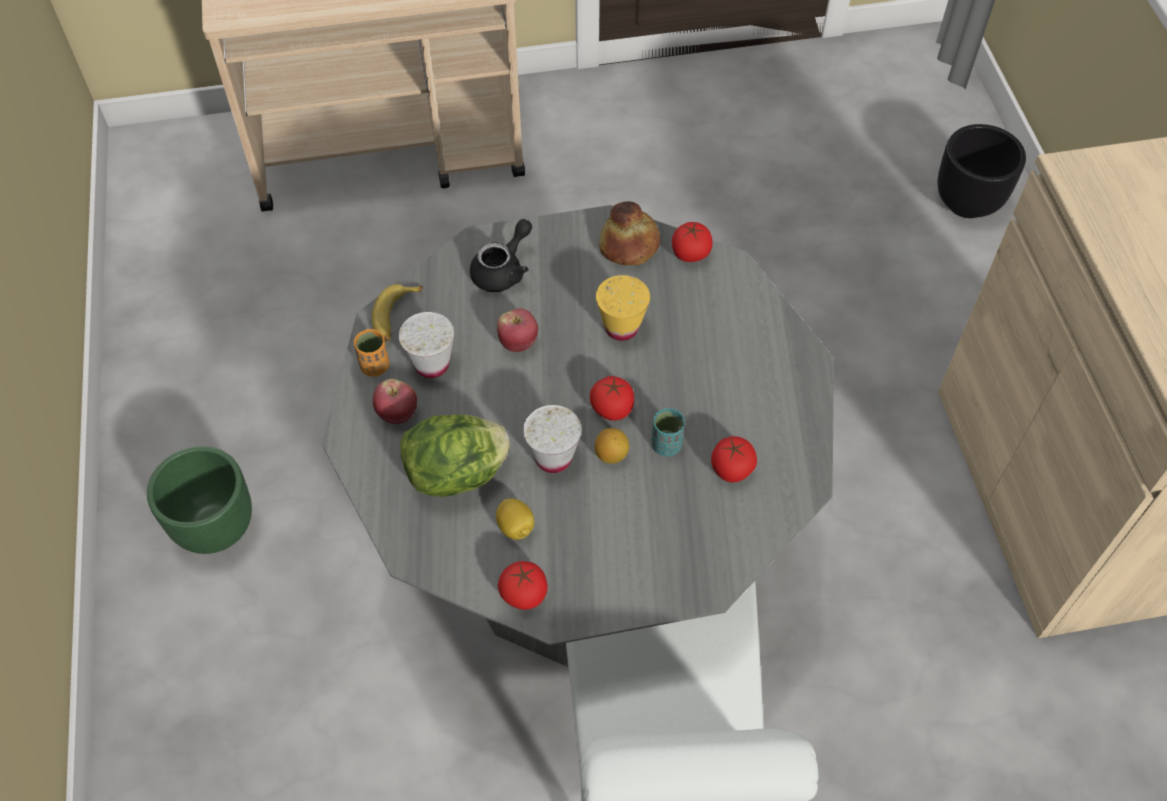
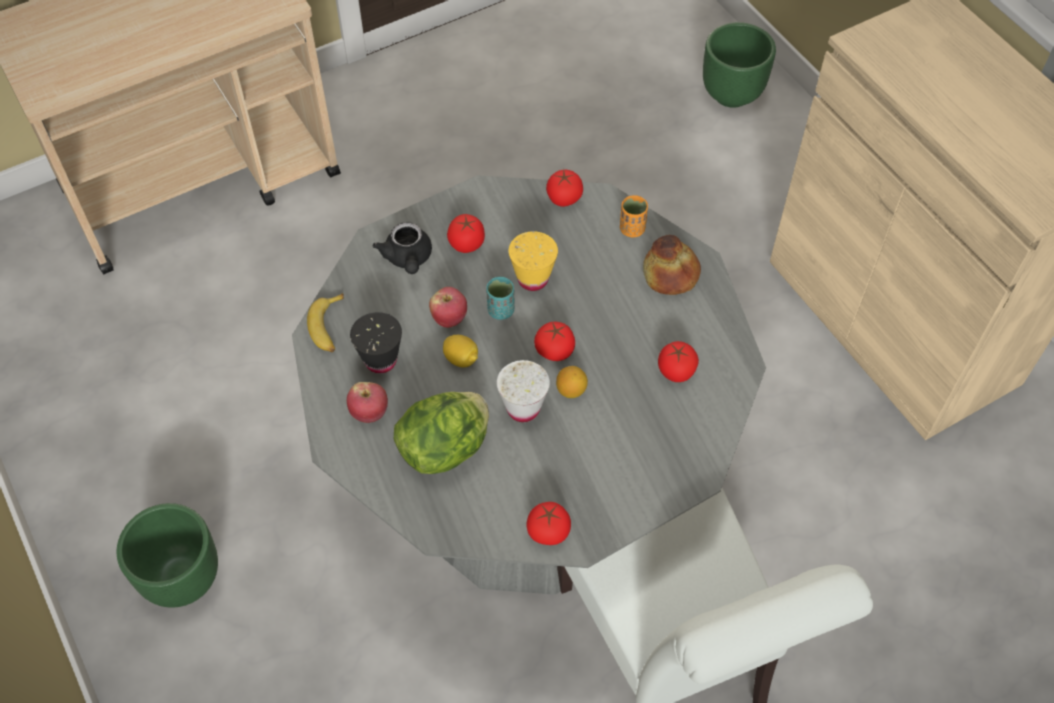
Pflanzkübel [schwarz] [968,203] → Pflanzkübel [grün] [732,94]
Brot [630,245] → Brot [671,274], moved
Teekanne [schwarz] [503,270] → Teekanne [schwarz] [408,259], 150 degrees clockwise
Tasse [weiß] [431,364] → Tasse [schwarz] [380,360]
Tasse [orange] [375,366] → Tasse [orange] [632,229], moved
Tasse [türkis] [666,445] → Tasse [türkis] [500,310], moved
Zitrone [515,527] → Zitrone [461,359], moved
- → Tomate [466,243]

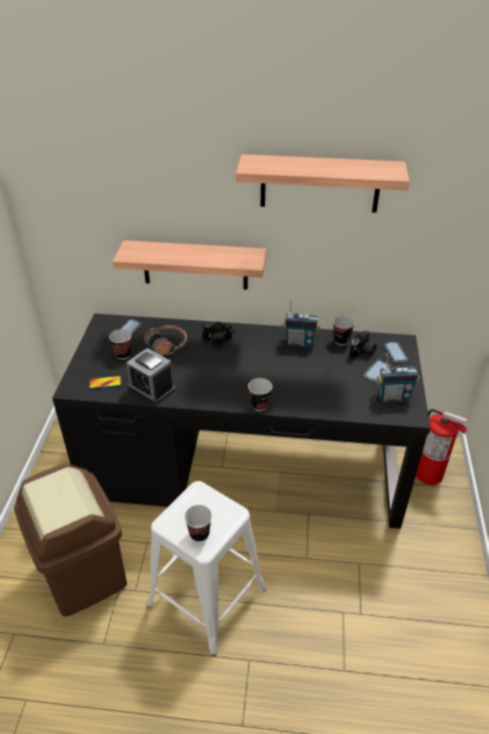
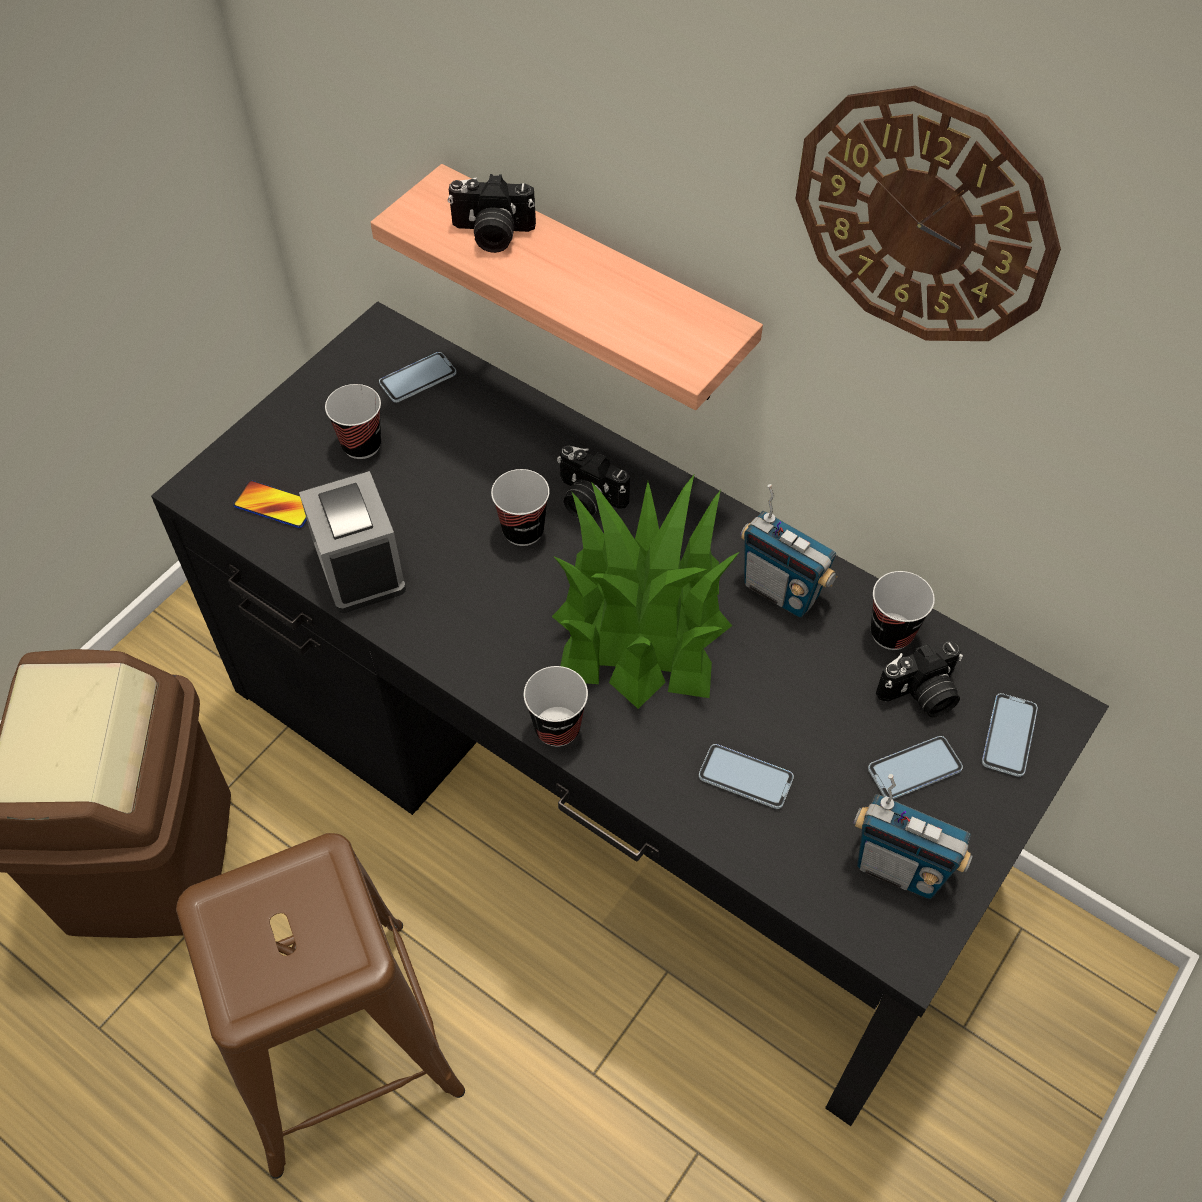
Wandregal [320,183] → Wanduhr [924,218]
Kopfhörer [167,345] → -
Feuerlöscher [429,474] → -
Hocker [weiß] [207,596] → Hocker [braun] [339,1042]
Tasse [199,534] → Tasse [523,530], moved
- → Kamera [492,234]
- → Topfpflanze [642,623]
- → Handy [745,777]

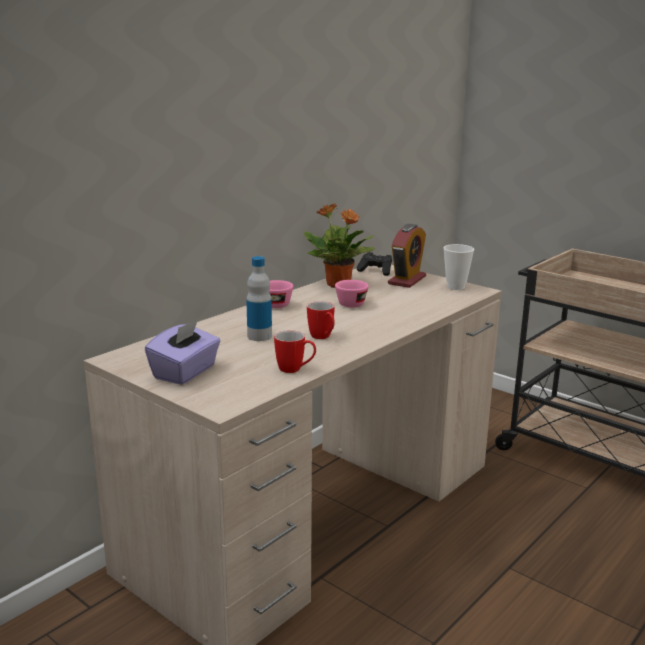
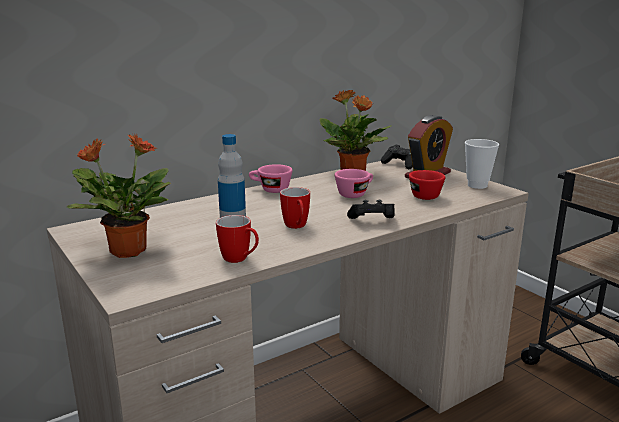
Taschentuchbox [lila] [185,372] → Topfpflanze [127,251]
- → Tasse [rot] [422,195]
- → Gamepad [schwarz] [372,221]

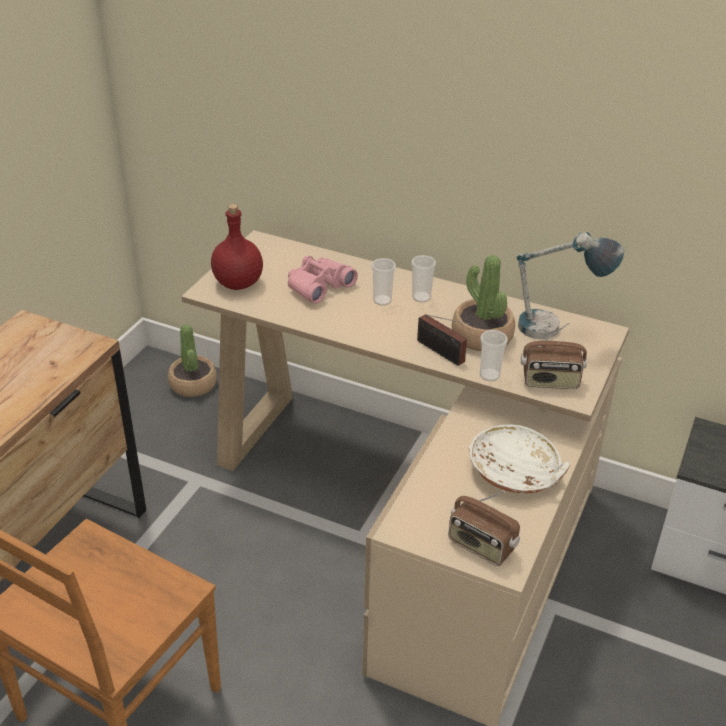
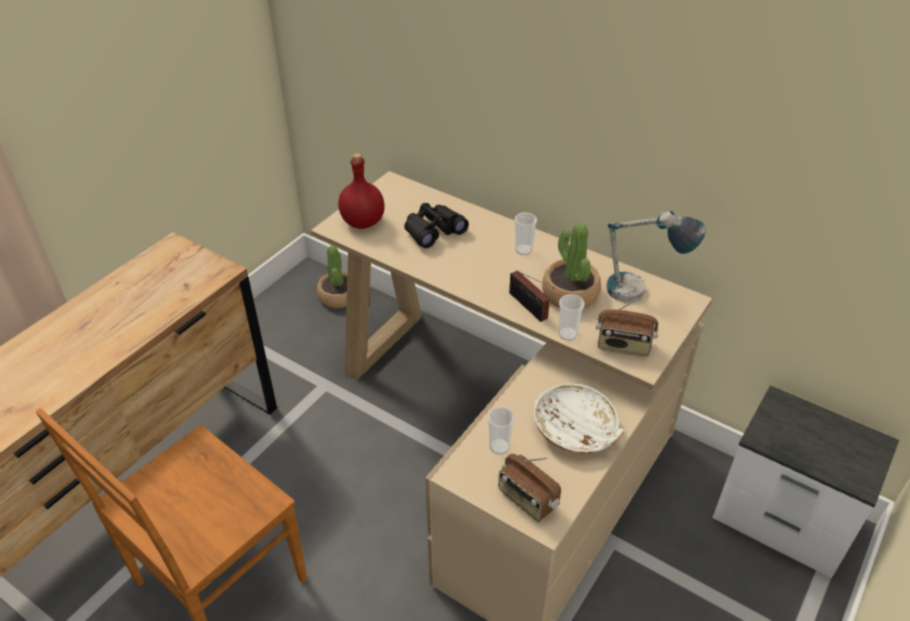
Fernglas [rosa] [319,286] → Fernglas [schwarz] [433,231]
Tasse [382,300] → Tasse [499,447], moved

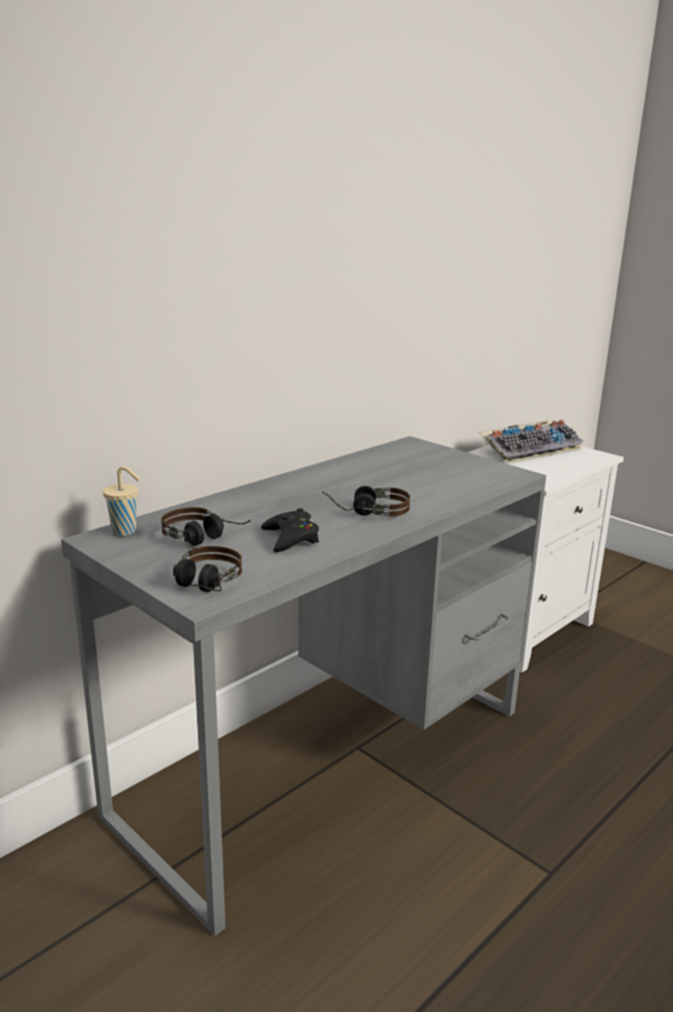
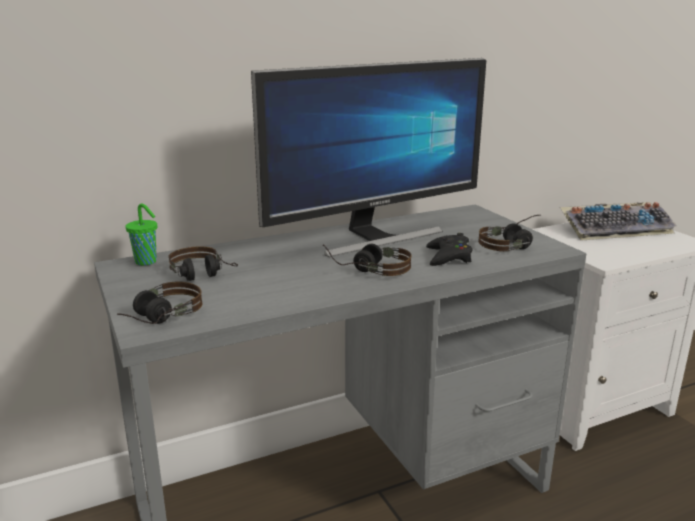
Tasse [beige] [125,532] → Tasse [grün] [147,262]
Gamepad [schwarz] [290,538] → Gamepad [schwarz] [448,256], moved
- → Monitor [374,236]
- → Kopfhörer [513,244]

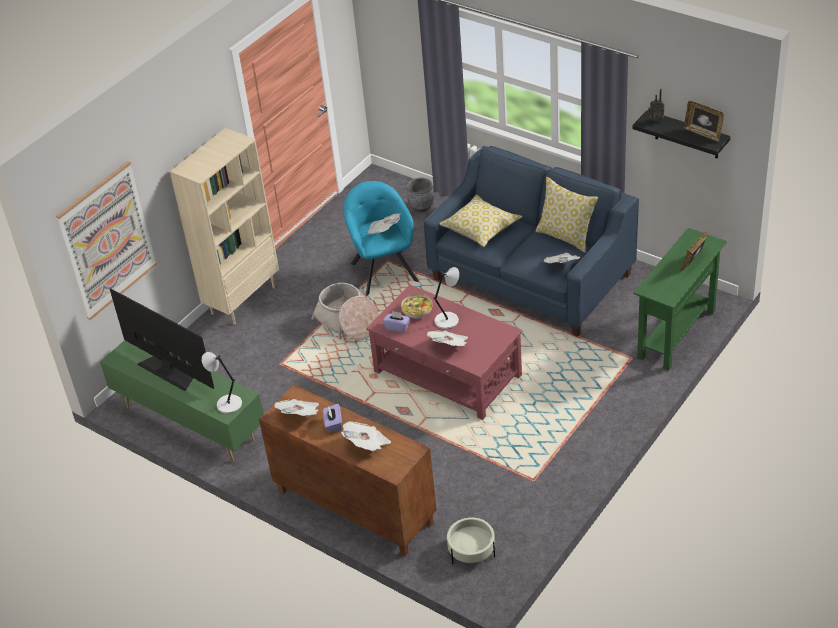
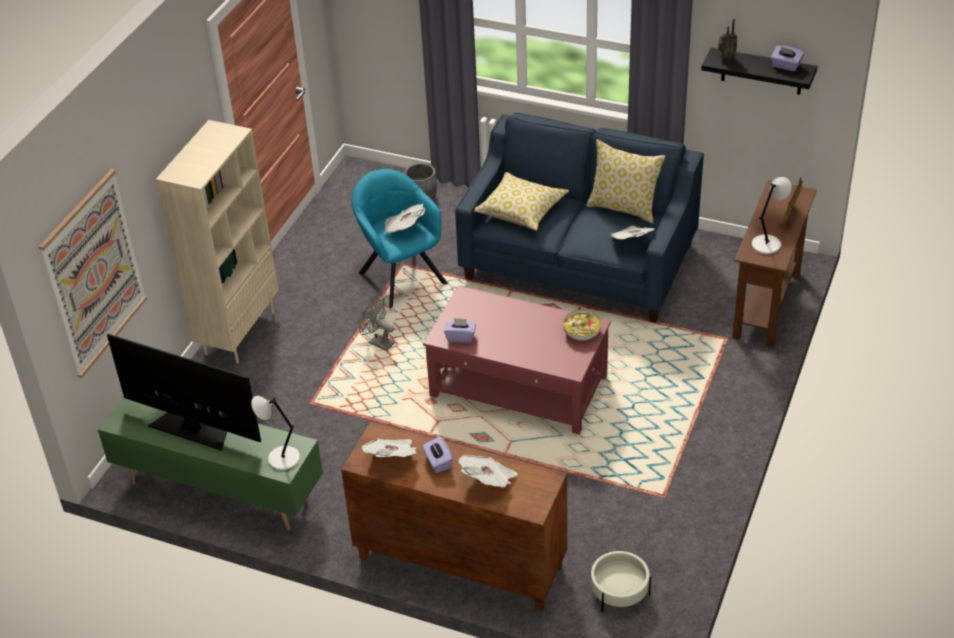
Bilderrahmen [703,133] → Taschentuchbox [lila] [786,66]
Konsolentisch [grün] [676,334] → Konsolentisch [braun] [767,305]
Tischlampe [grau] [448,320] → Tischlampe [grau] [767,244], moved
Korb [347,322] → Ventilator [grau] [378,342]
Schüssel [417,311] → Schüssel [582,332], moved
Zeitung [449,346] → -

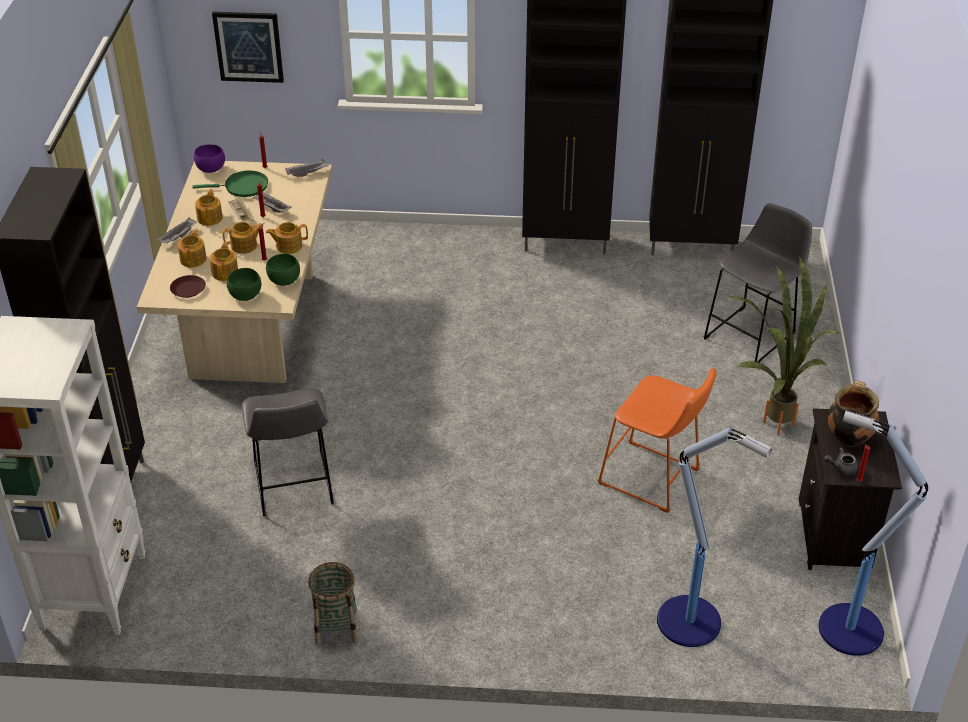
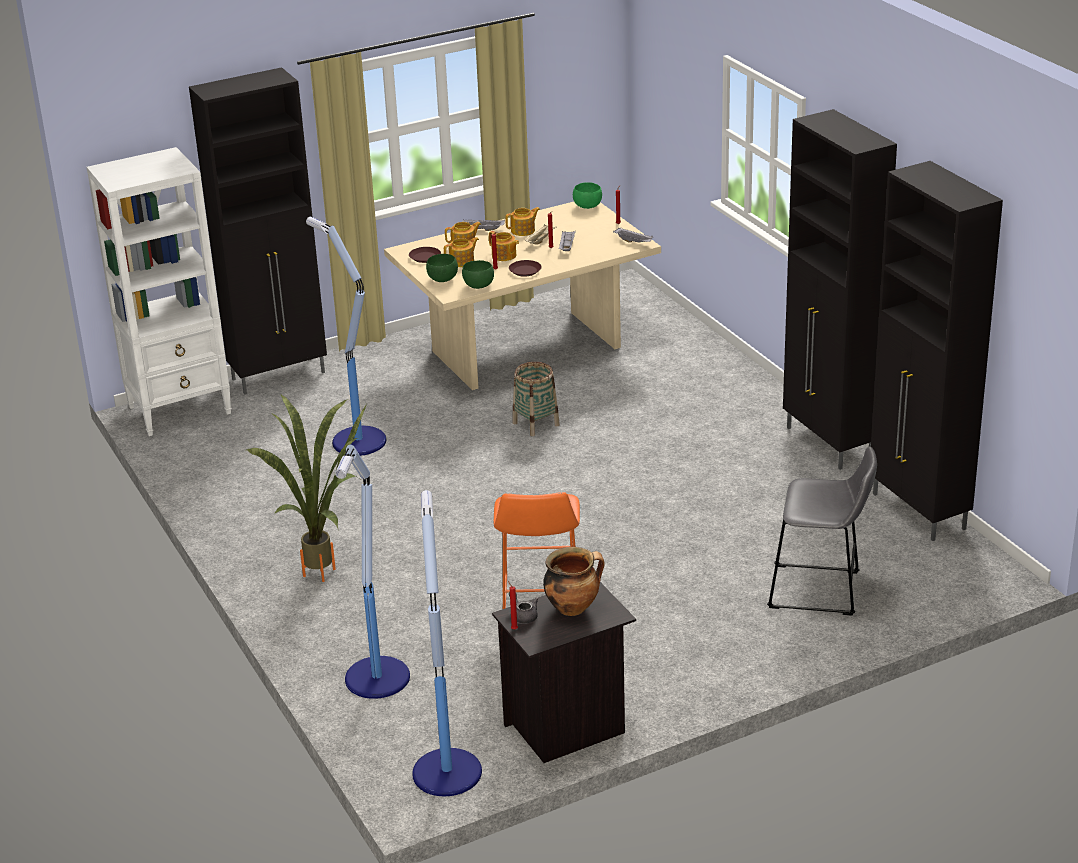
Bild [248,46] → -
Schüssel [lila] [210,169] → Schüssel [grün] [587,206]
Pfanne [grün] [243,187] → -
Teekanne [288,246] → Teller [braun] [525,271]
Topfpflanze [774,417] → Topfpflanze [326,568], moved
Hocker [grau] [293,487] → Stehlampe [357,440]
Korb [336,627] → Korb [536,424], moved

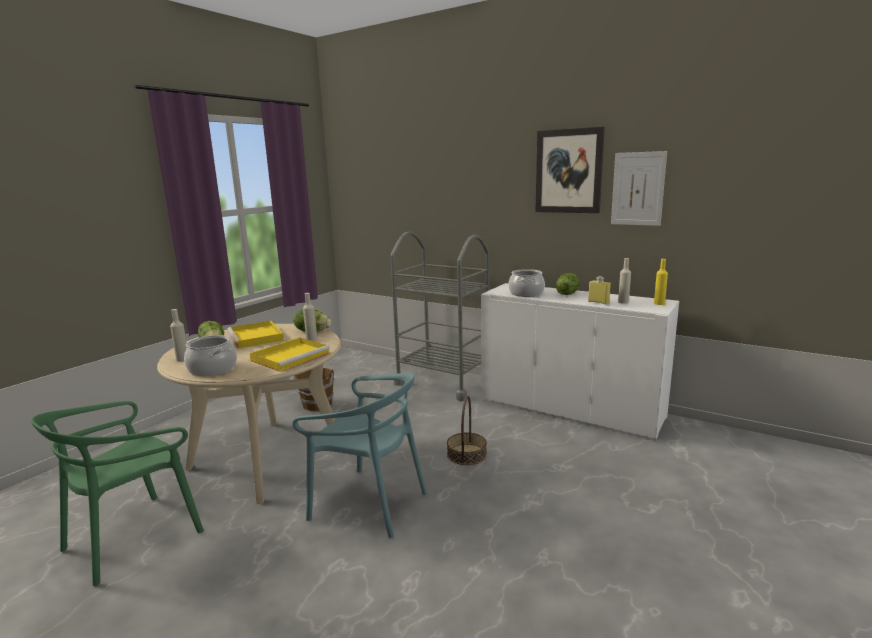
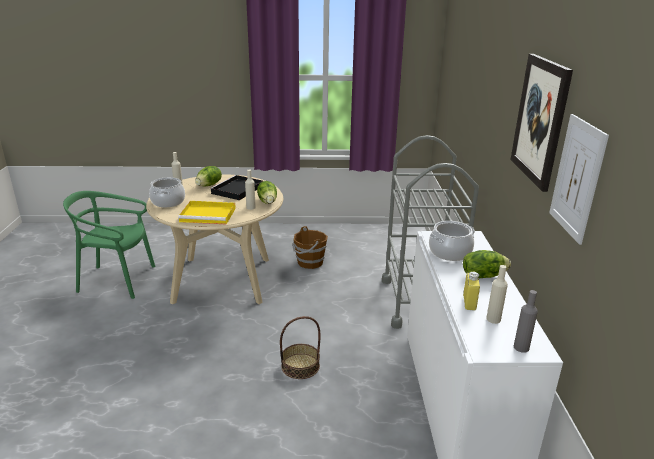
Flasche [gelb] [659,303] → Flasche [grau] [521,347]
Tablett [gelb] [256,337] → Tablett [schwarz] [237,190]
Stuhl [türkis] [369,503] → -

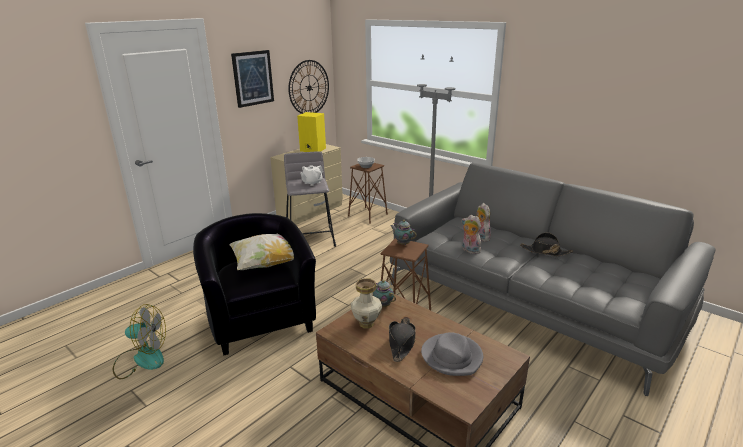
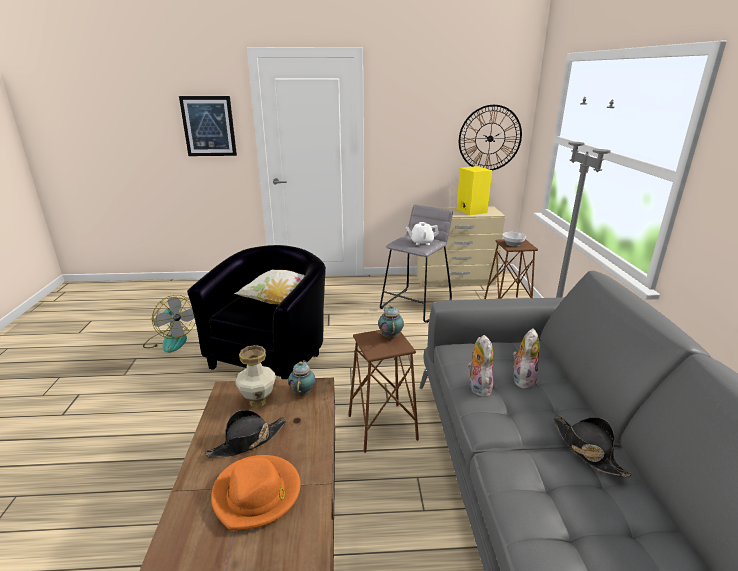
Bild [253,78] → Bild [209,126], moved
Hut [grau] [452,357] → Hut [orange] [257,494]

